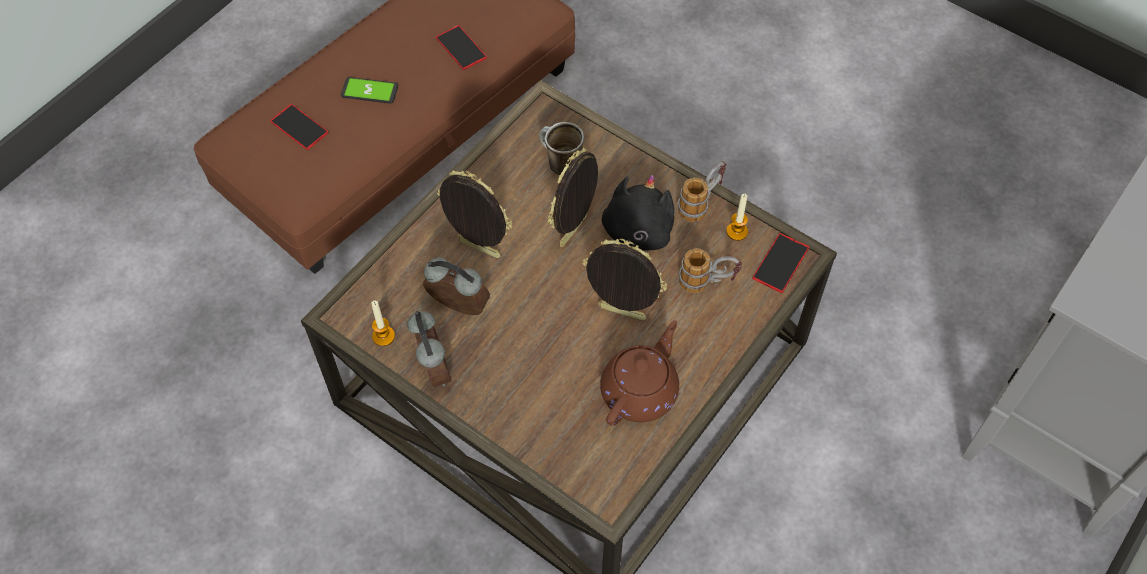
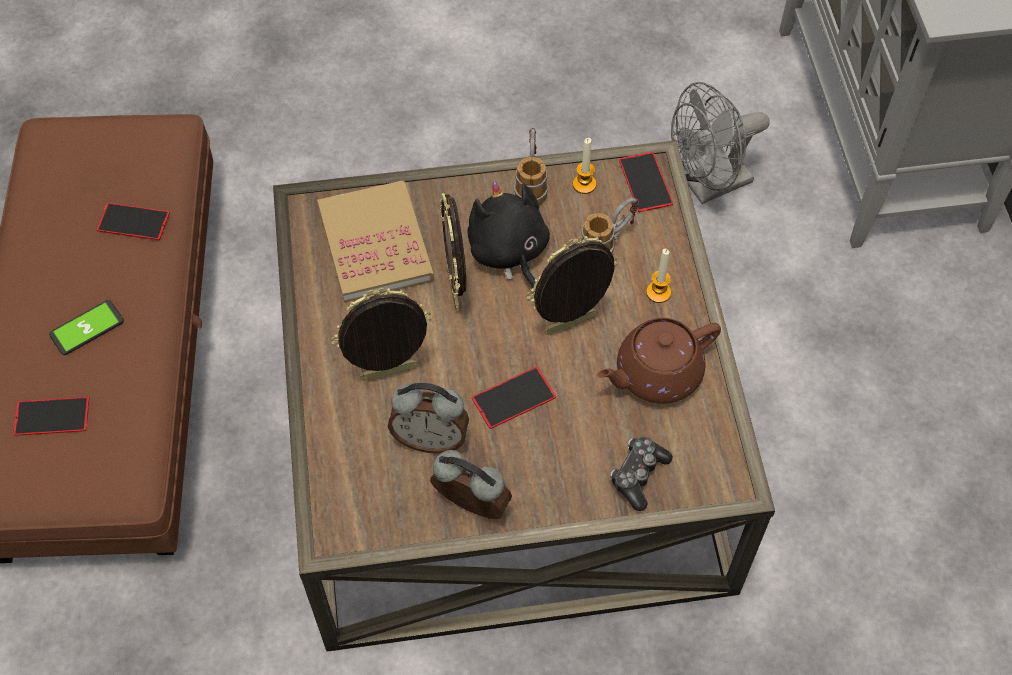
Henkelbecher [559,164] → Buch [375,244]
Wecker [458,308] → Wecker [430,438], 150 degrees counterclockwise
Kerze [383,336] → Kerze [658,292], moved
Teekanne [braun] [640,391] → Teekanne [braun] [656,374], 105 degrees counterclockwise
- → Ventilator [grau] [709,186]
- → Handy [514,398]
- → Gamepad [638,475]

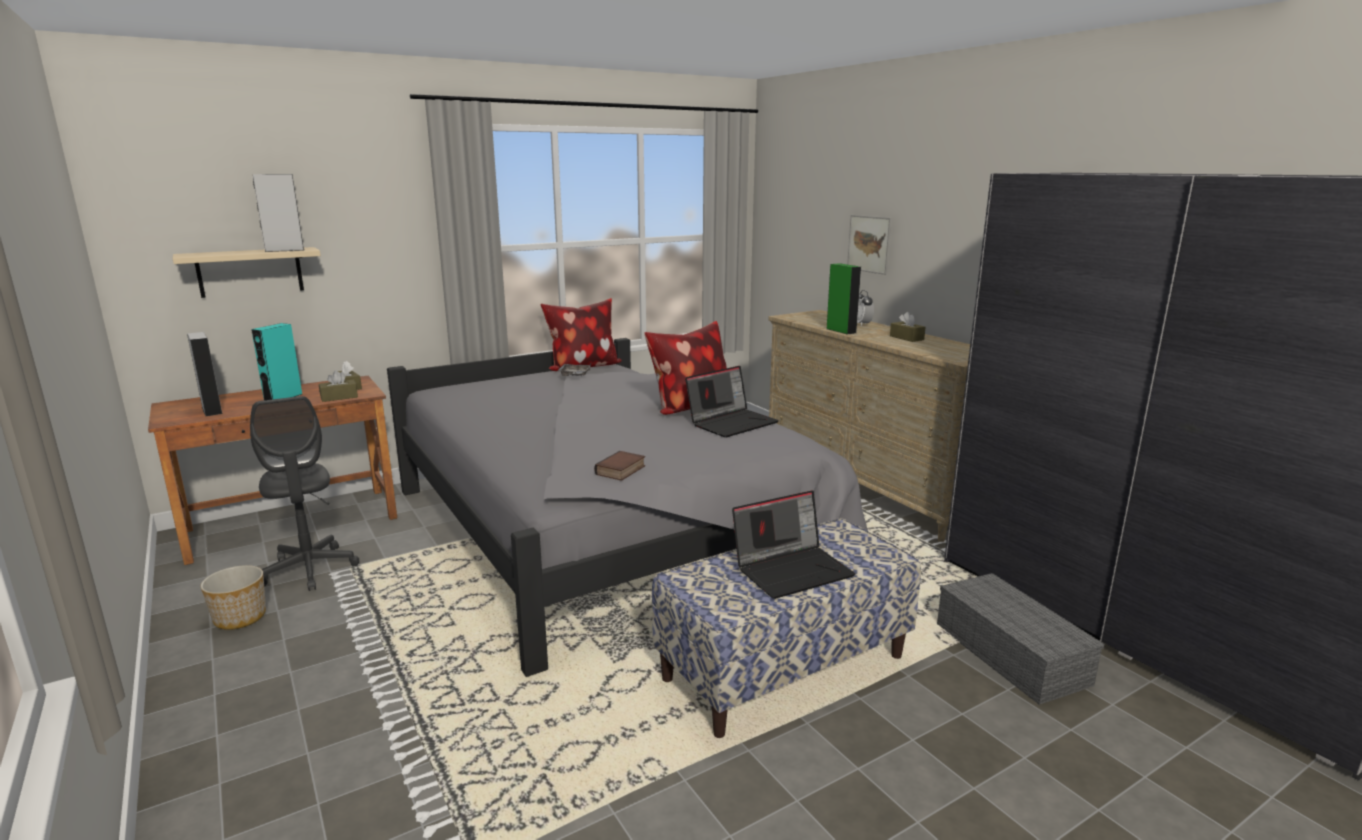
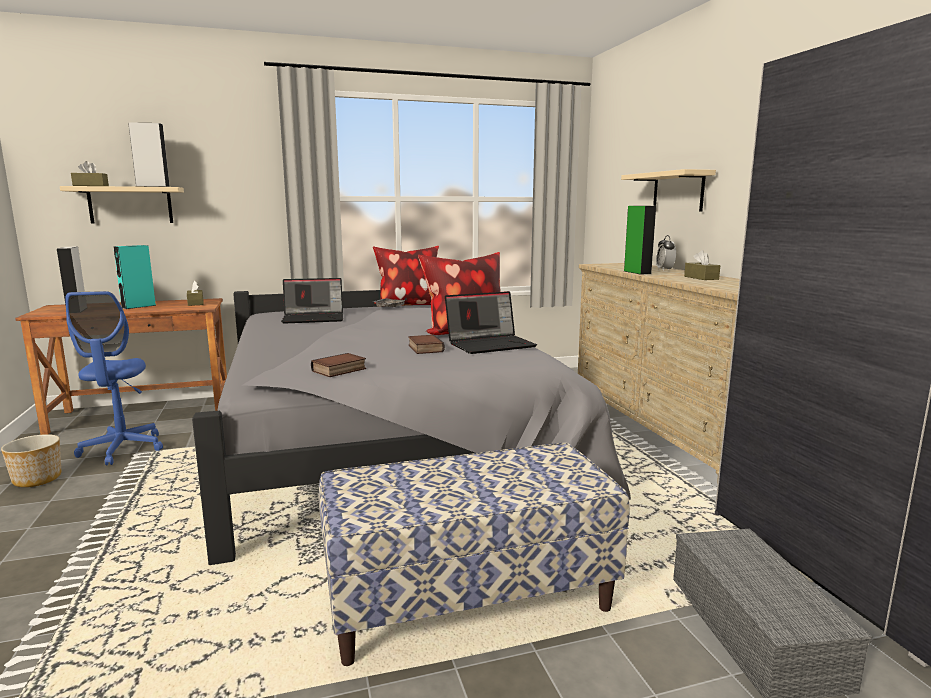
Bild [869,244] → Wandregal [beige] [678,192]
Taschentuchbox [braun] [339,397] → Taschentuchbox [braun] [91,186], moved
Bürostuhl [grau] [310,569] → Bürostuhl [blau] [123,449]
Laptop [792,569] → Laptop [314,318], moved
- → Buch [424,348]

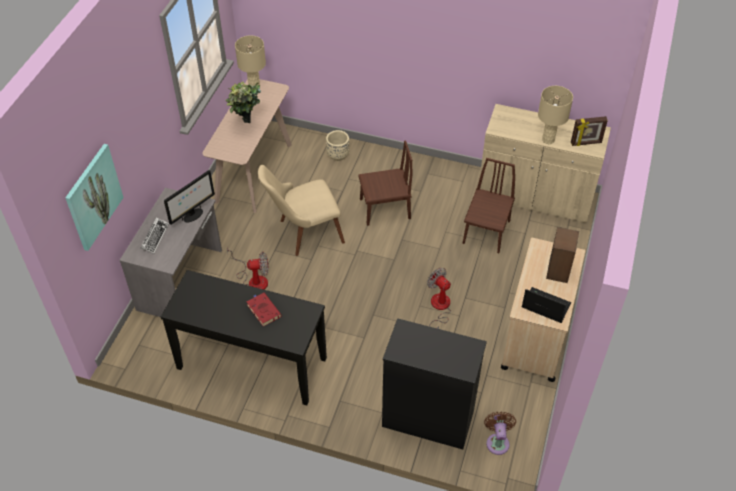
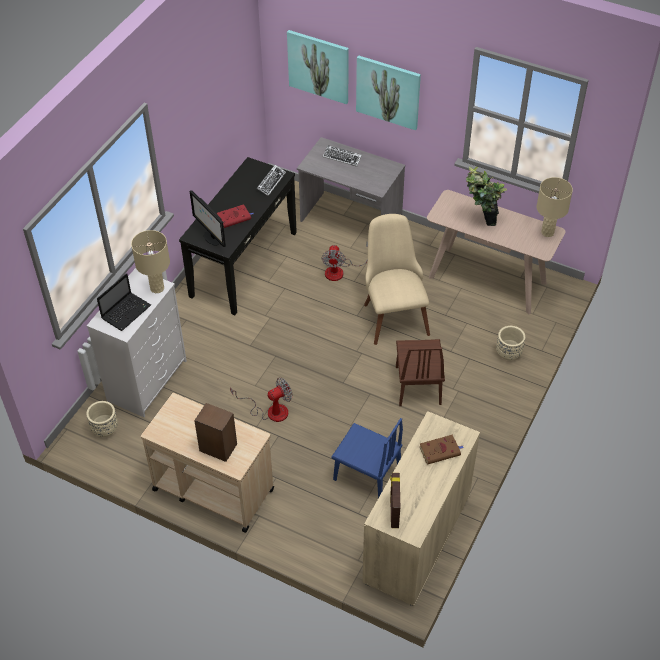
Tischlampe [beige] [548,140] → Tischlampe [beige] [157,288], moved
Stuhl [braun] [486,232] → Stuhl [blau] [367,474]
Monitor [193,215] → Monitor [211,238], moved
Laptop [544,306] → Laptop [126,311], moved
Kommode [schwarz] [427,418] → Kommode [weiß] [147,380]
Ventilator [braun] [497,441] → Pflanzkübel [beige] [105,429]
- → Bild [388,92]
- → Tastatur [271,182]
- → Buch [braun] [441,451]

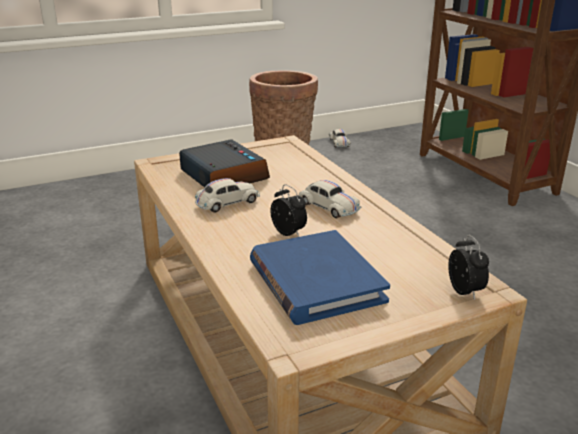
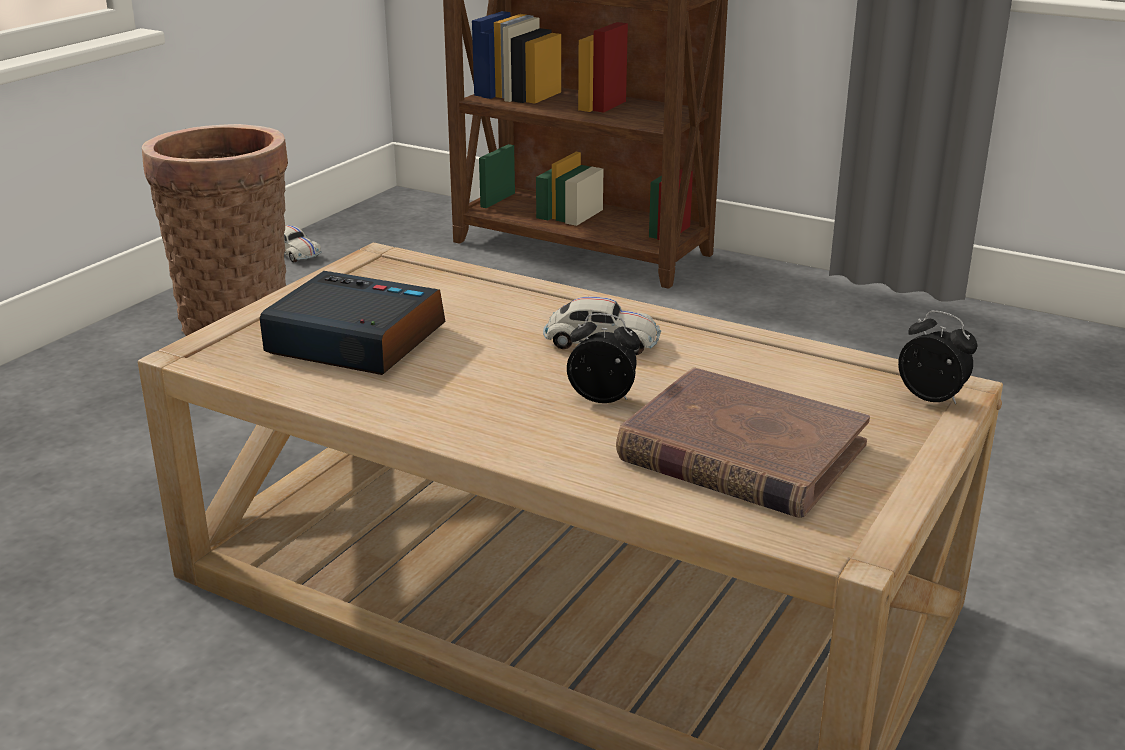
Spielzeugauto [weiß] [227,203] → -
Buch [blau] [315,281] → Buch [braun] [740,452]

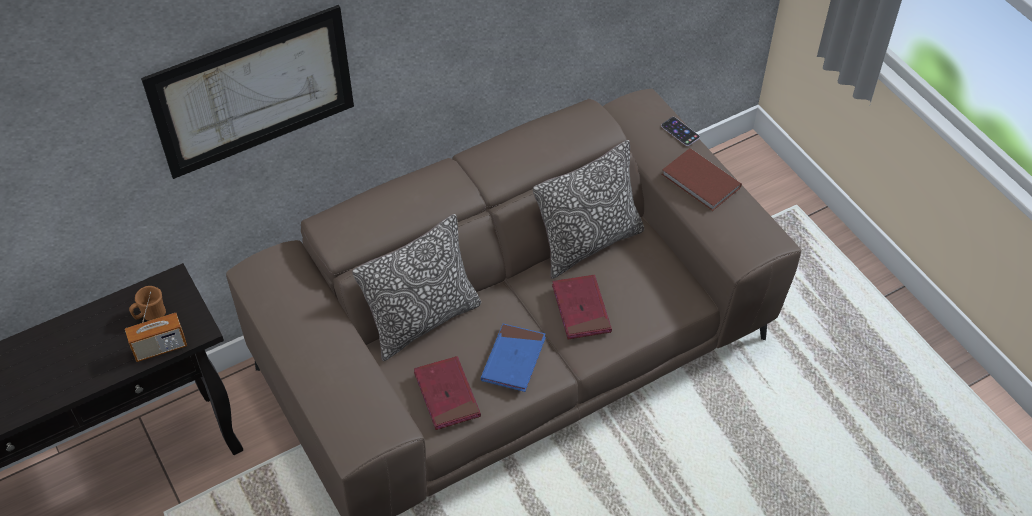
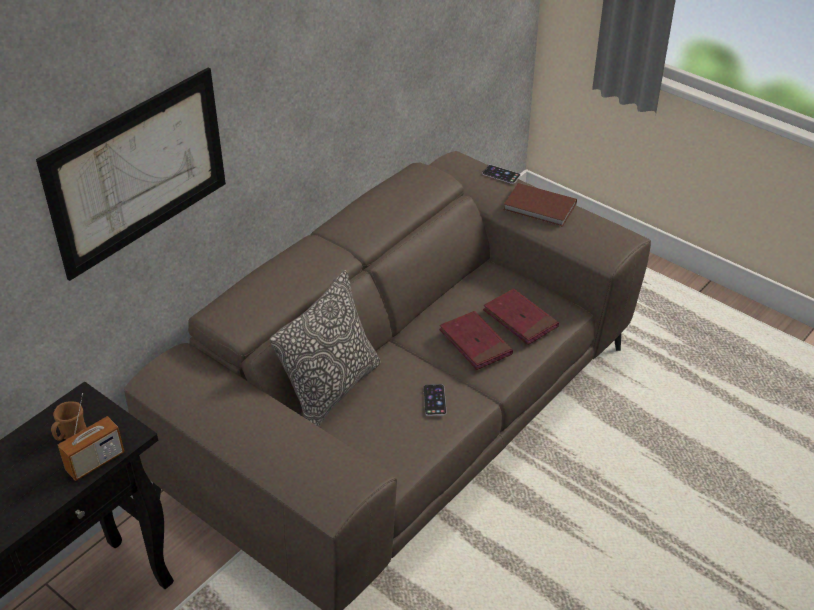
Kissen [588,243] → -
Buch [blau] [513,359] → Handy [434,400]
Buch [rot] [447,395] → Buch [rot] [520,319], moved

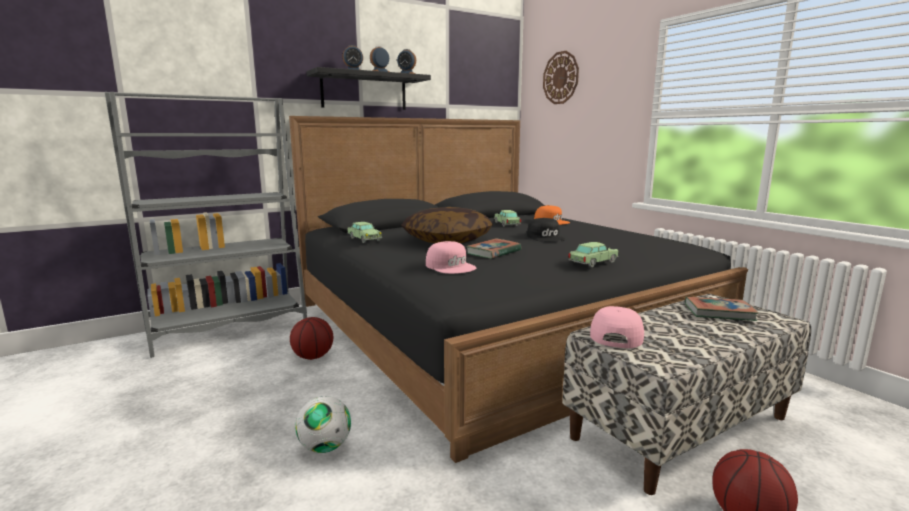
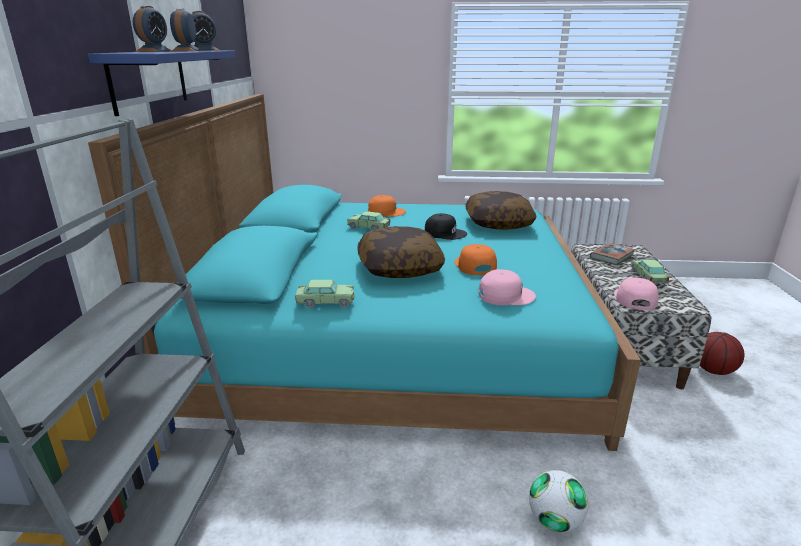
Wanduhr [560,78] → -
Wandregal [schwarz] [364,91] → Wandregal [blau] [149,80]
Bett [schwarz] [494,325] → Bett [türkis] [396,335]
Buch [493,252] → Kappe [orange] [474,265]
Spielzeugauto [593,262] → Spielzeugauto [648,277], moved
Kappe [rosa] [615,335] → Kappe [rosa] [634,299], 45 degrees clockwise
Basketball [313,357] → -
- → Kissen [498,223]

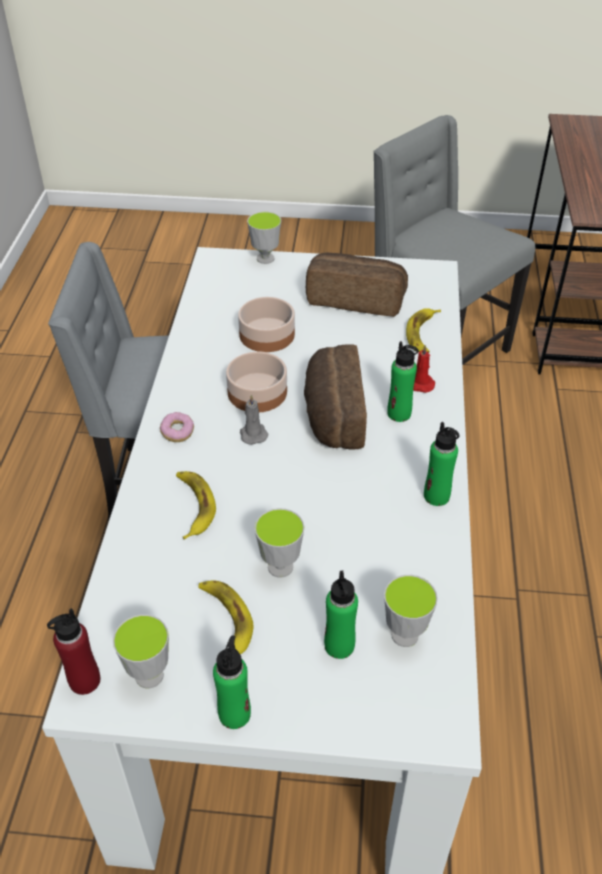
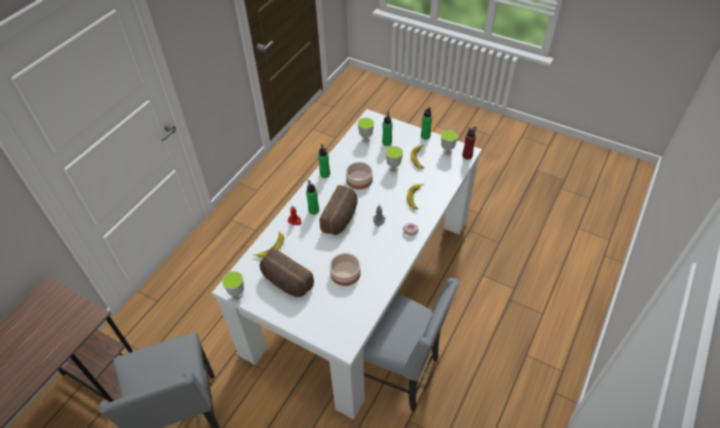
Tasse [265,258] → Tasse [237,294], moved
Schüssel [256,392] → Schüssel [359,180], moved

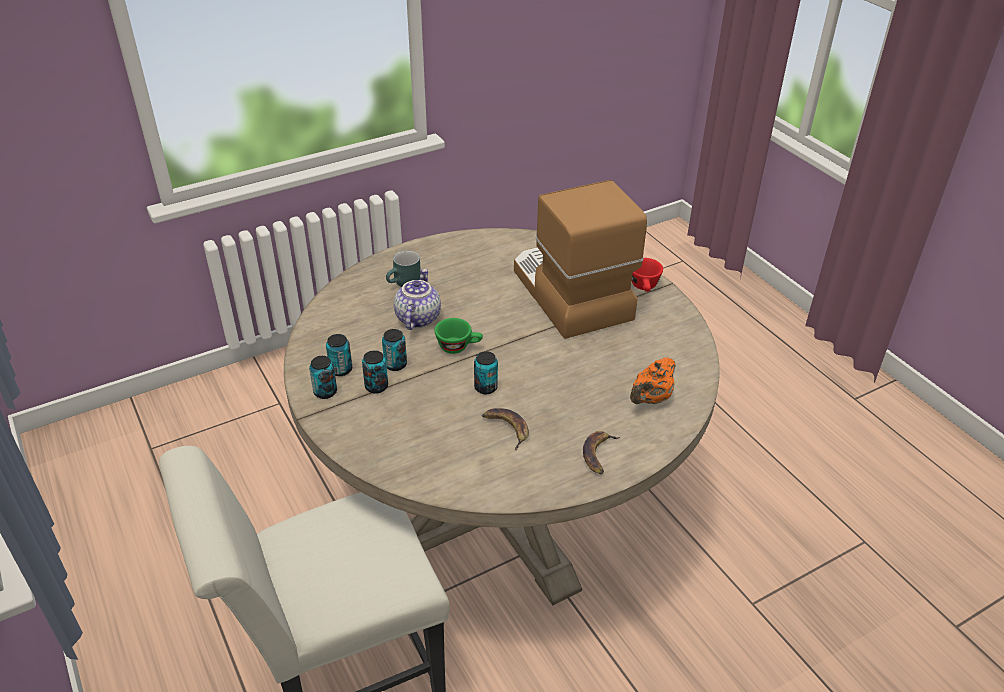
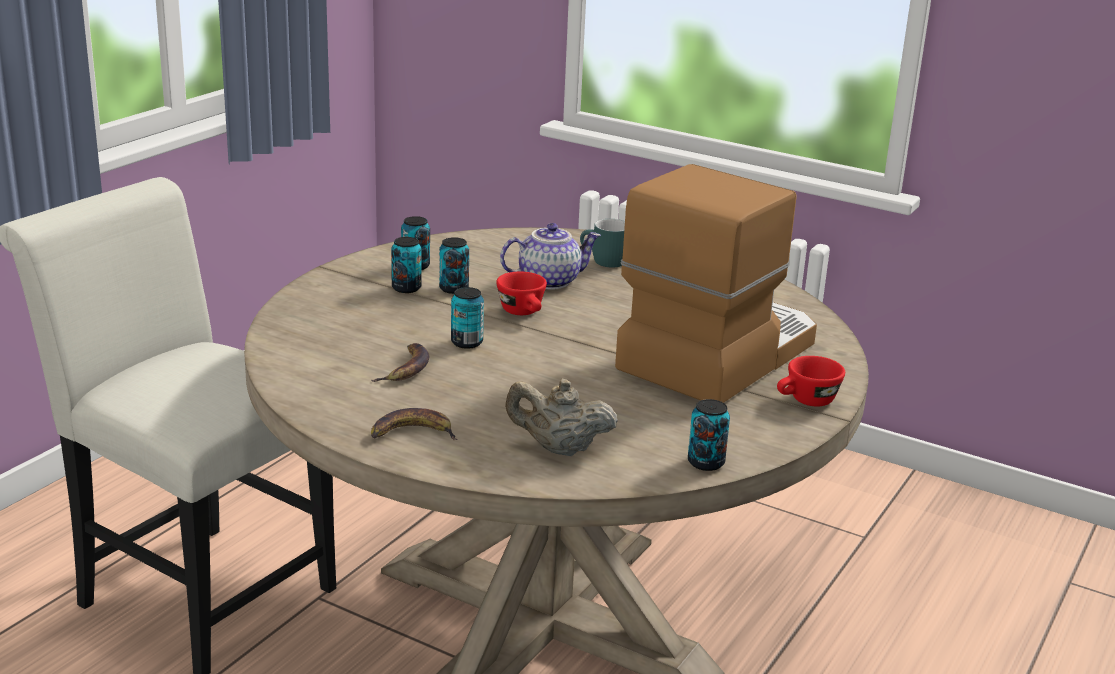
Tasse [grün] [459,346] → Tasse [rot] [524,313]
Dose [325,392] → Dose [706,462], moved
Teekanne [orange] [651,399] → Teekanne [beige] [559,449]

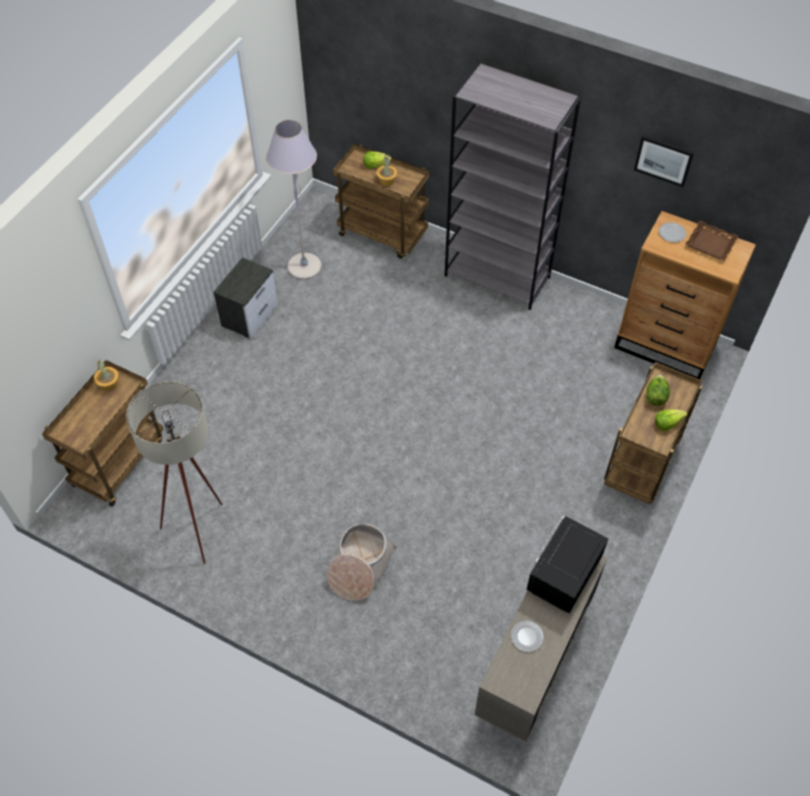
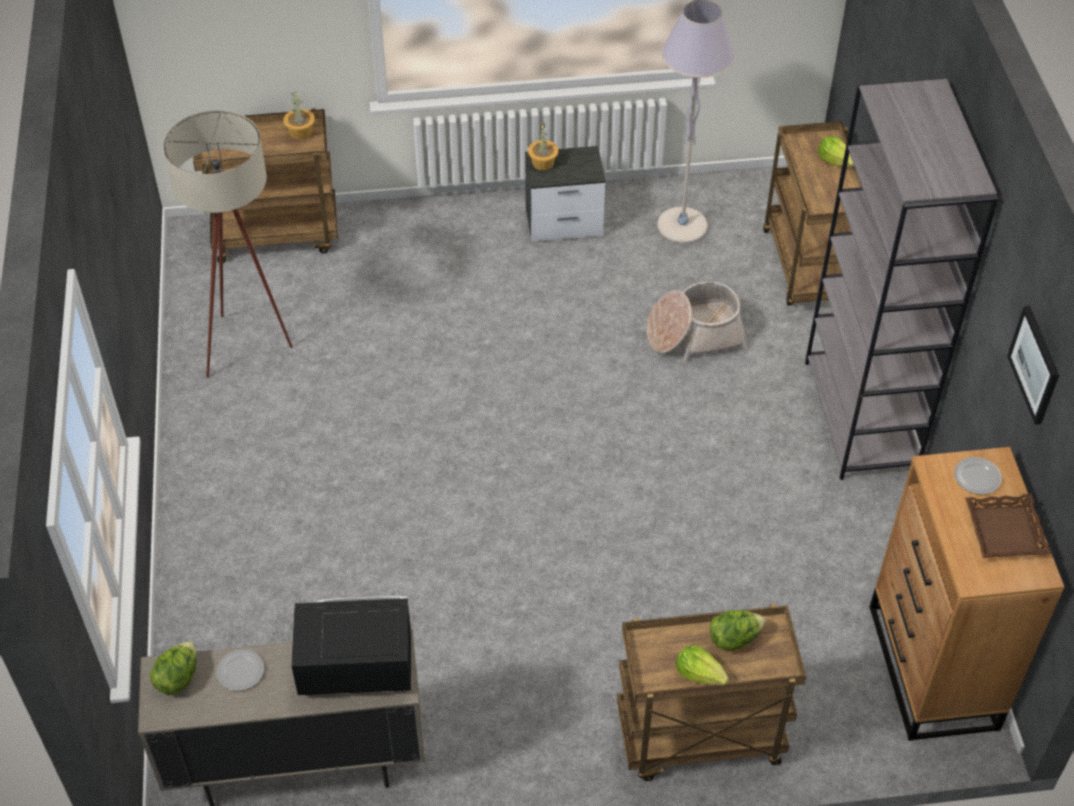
Topfpflanze [387,180] → Topfpflanze [543,162], moved
Korb [360,567] → Korb [694,334], moved
- → Salatkopf [178,677]

